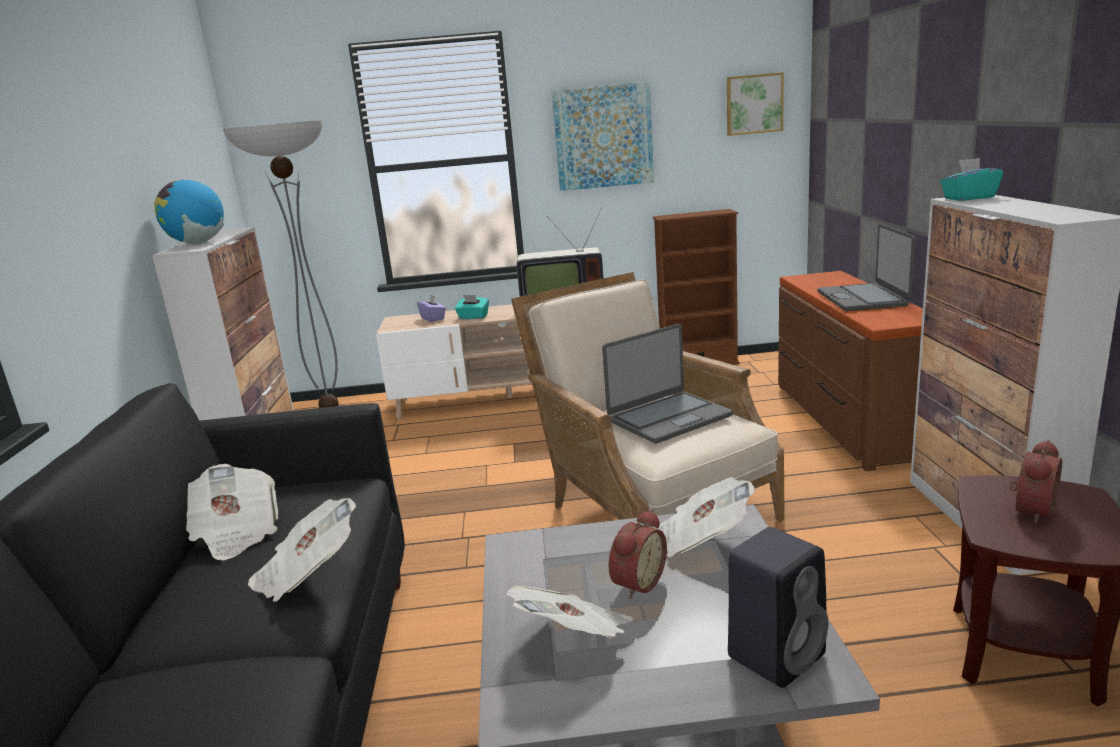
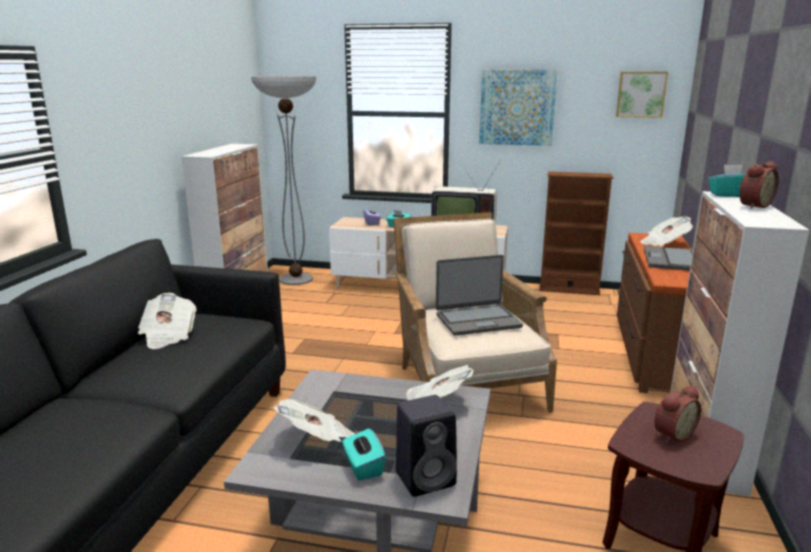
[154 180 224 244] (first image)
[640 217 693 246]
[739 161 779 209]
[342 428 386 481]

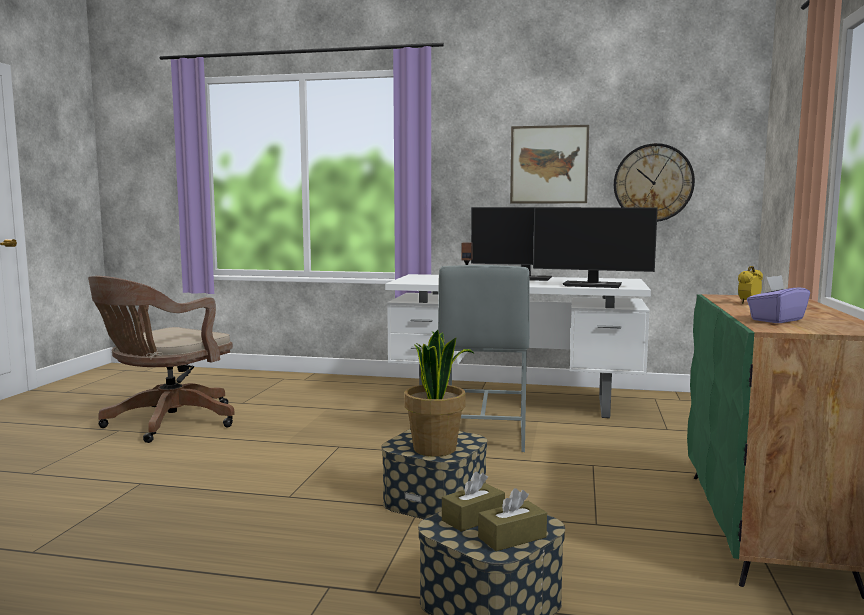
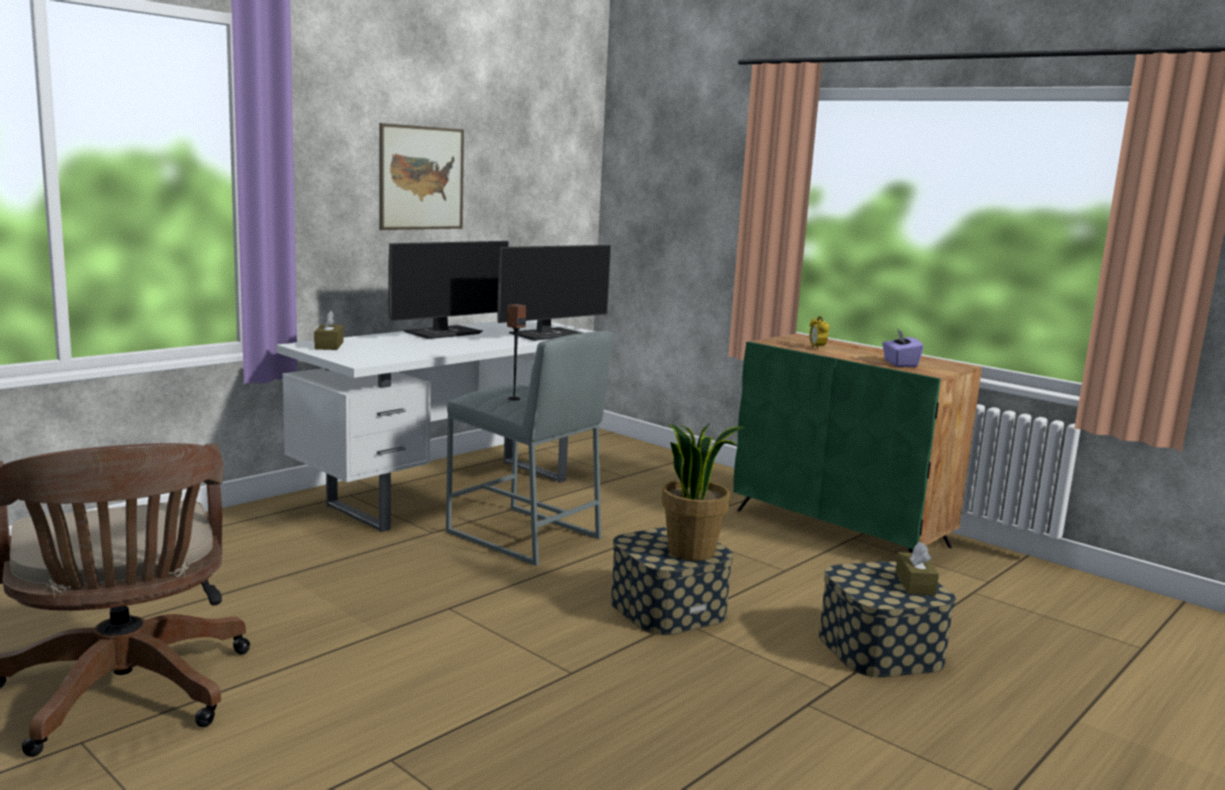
[314 311 344 350]
[614 143 695 222] (first image)

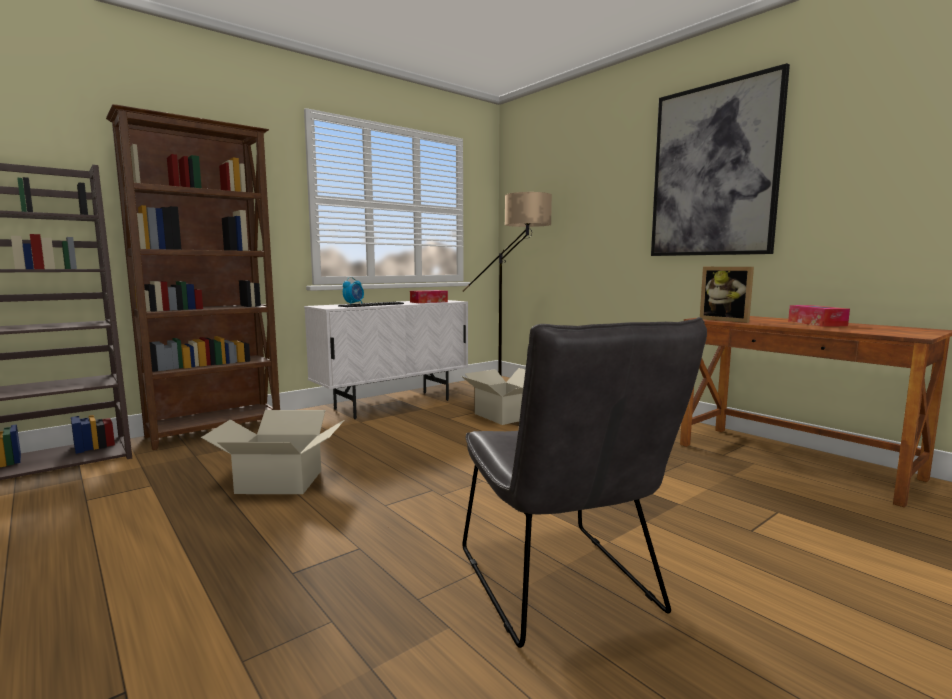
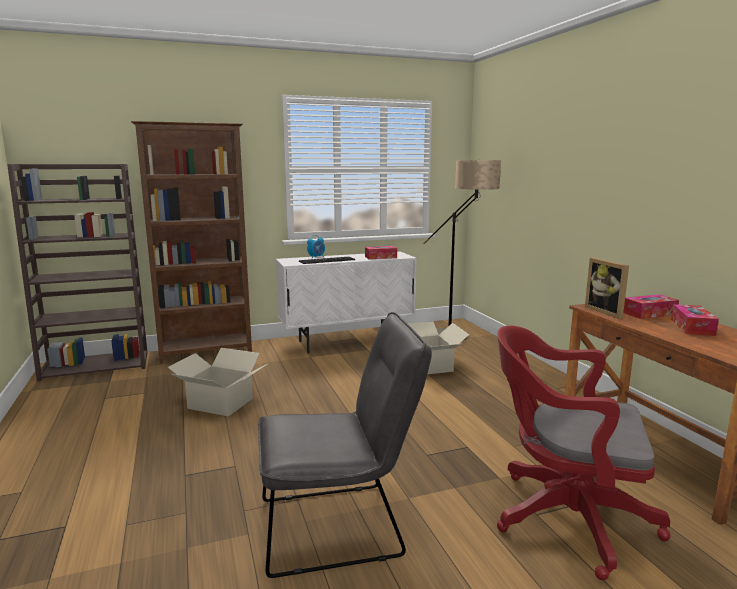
[258 312 432 578]
[651 63 790 256] (first image)
[497 325 670 580]
[623 294 679 319]

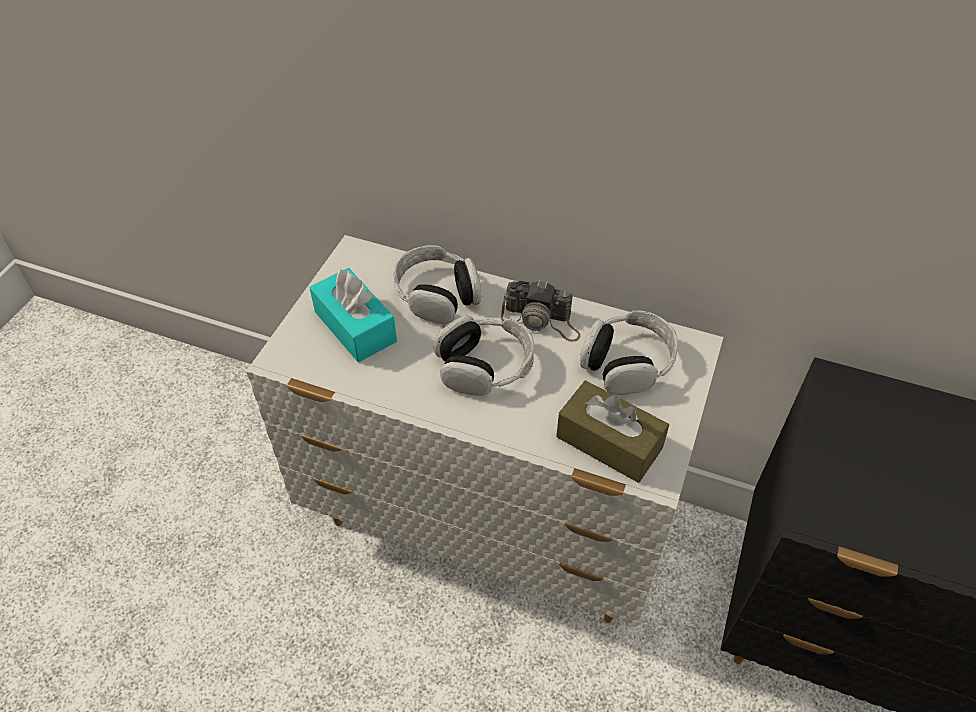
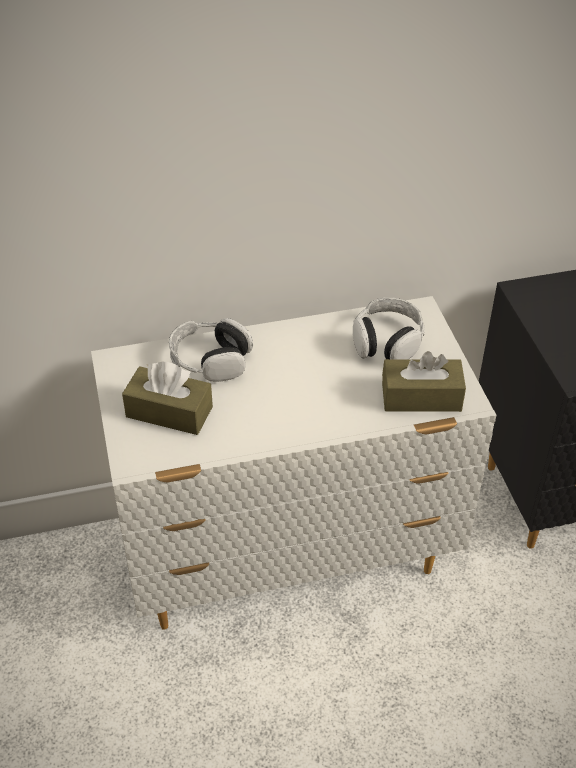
[122 362 213 435]
[434 316 534 396] (first image)
[501 280 581 342] (first image)

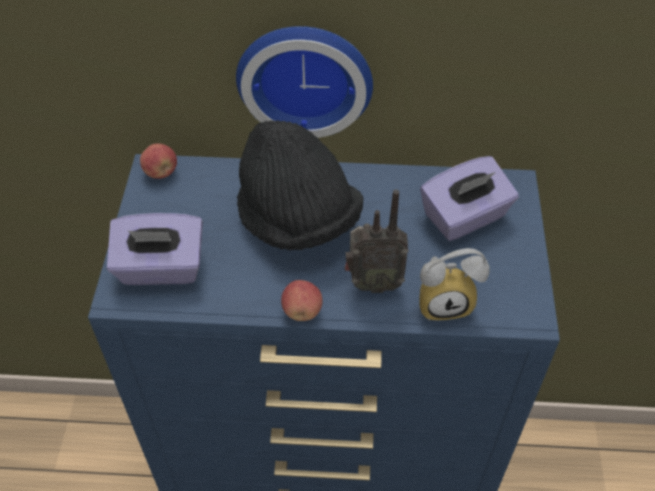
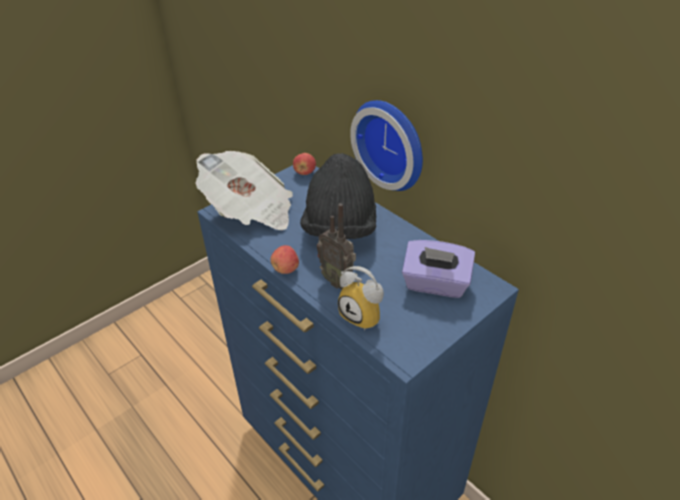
[195 151 293 230]

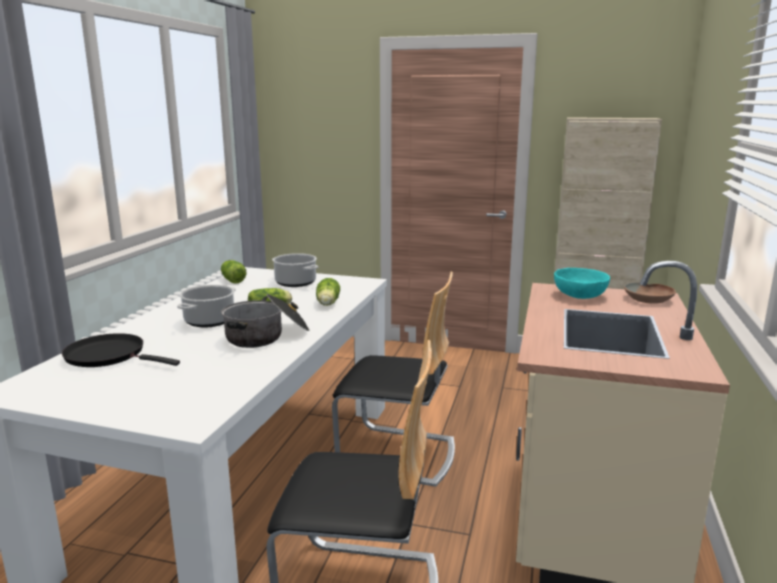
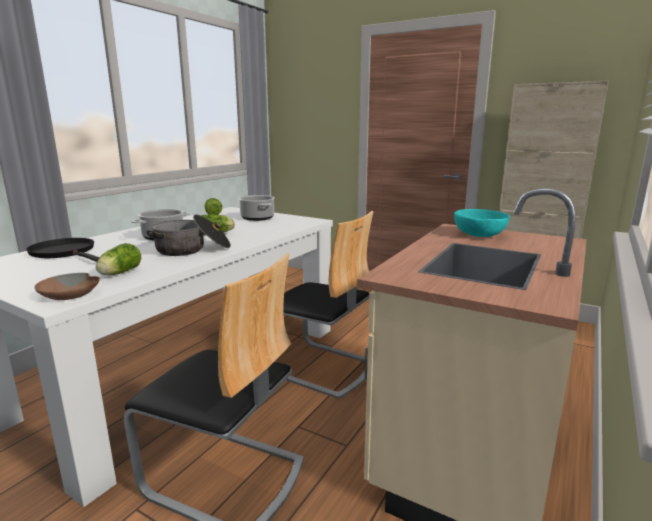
[96 243 141 275]
[34 273 100 300]

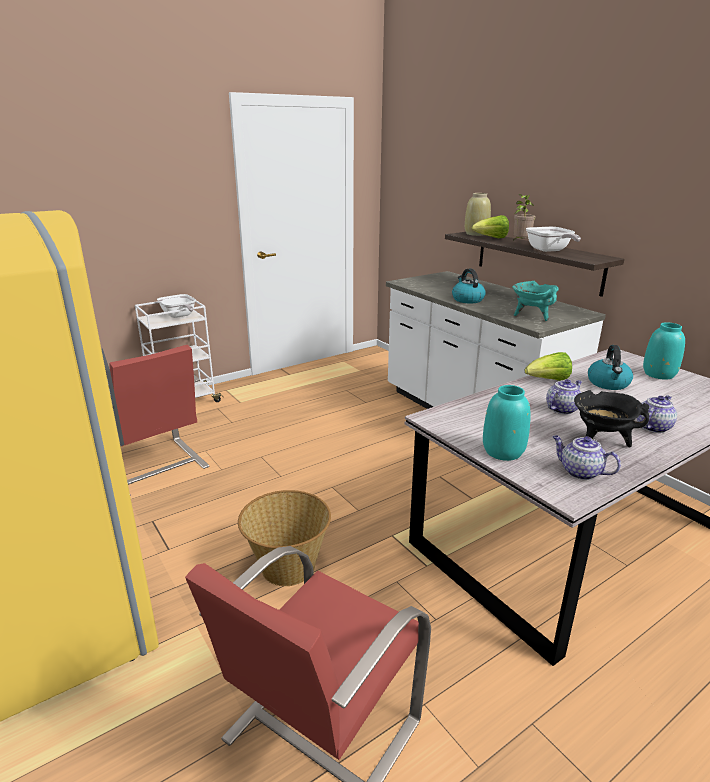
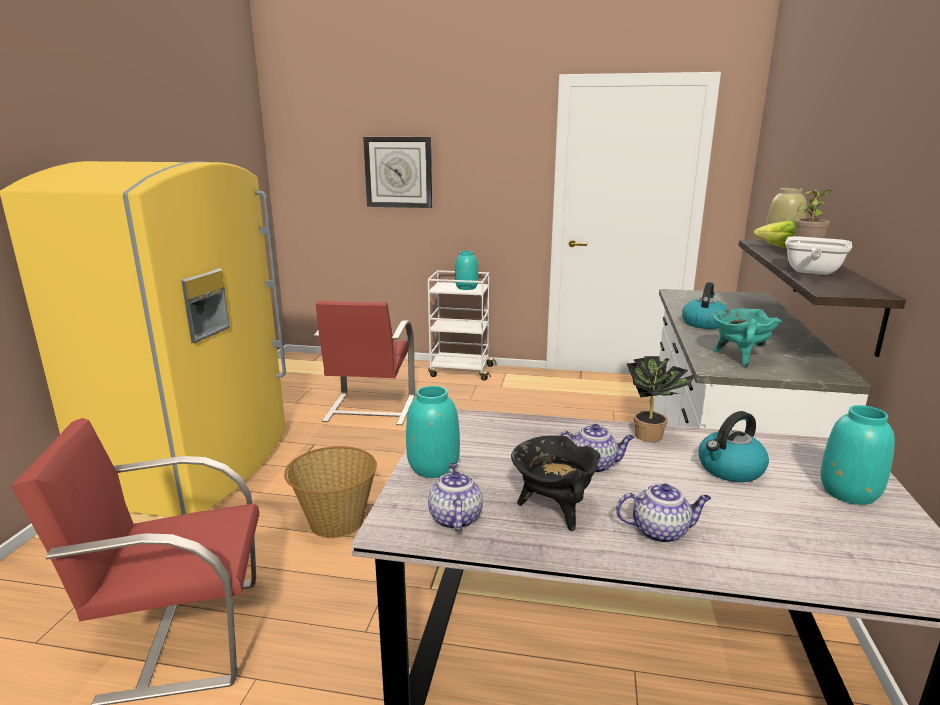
[455 251 478 290]
[627 356 695 442]
[363 137 432 208]

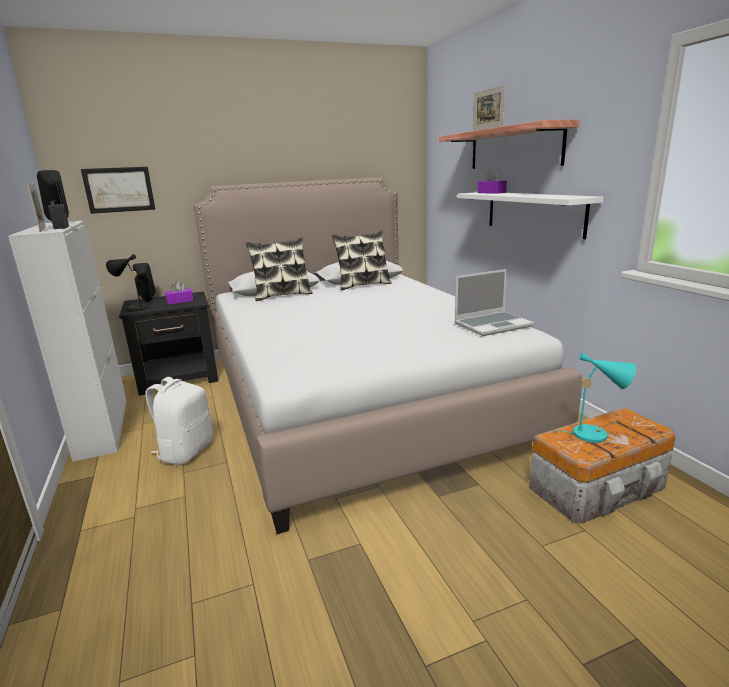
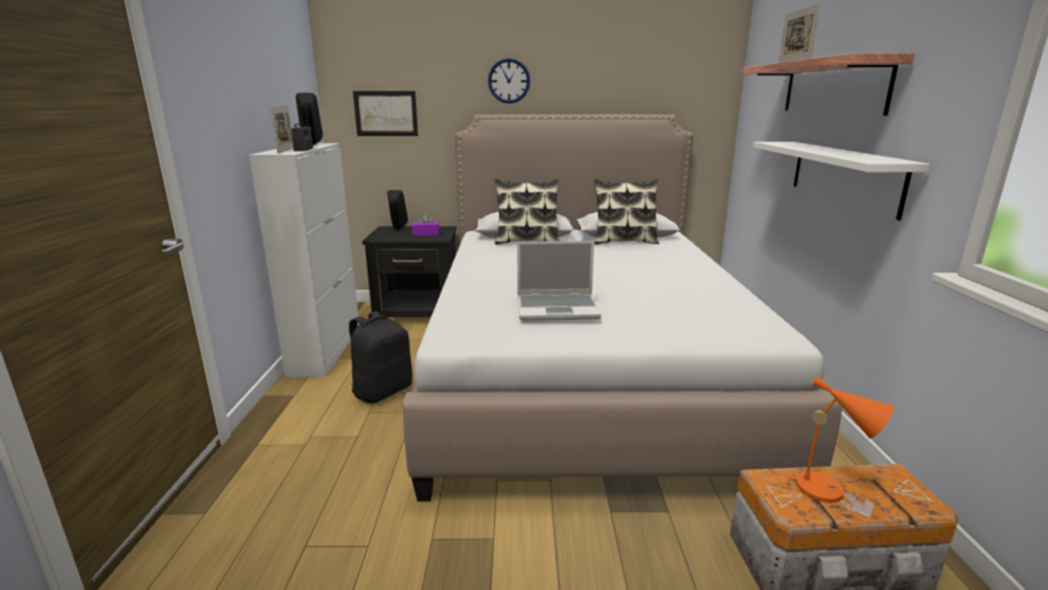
[106 254 152 312] (first image)
[349 311 412 404]
[517 241 601 321]
[478 169 507 194] (first image)
[768 376 894 503]
[488 58 530 104]

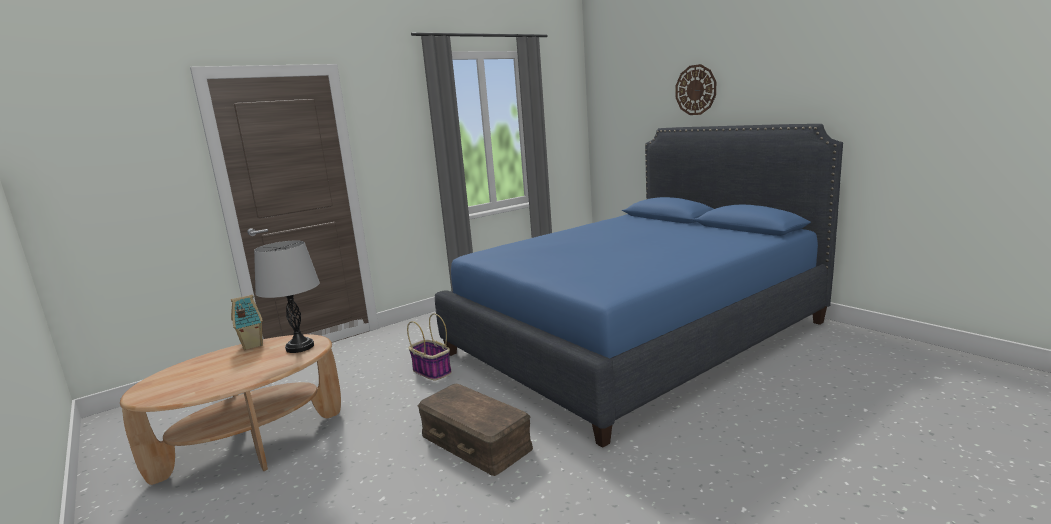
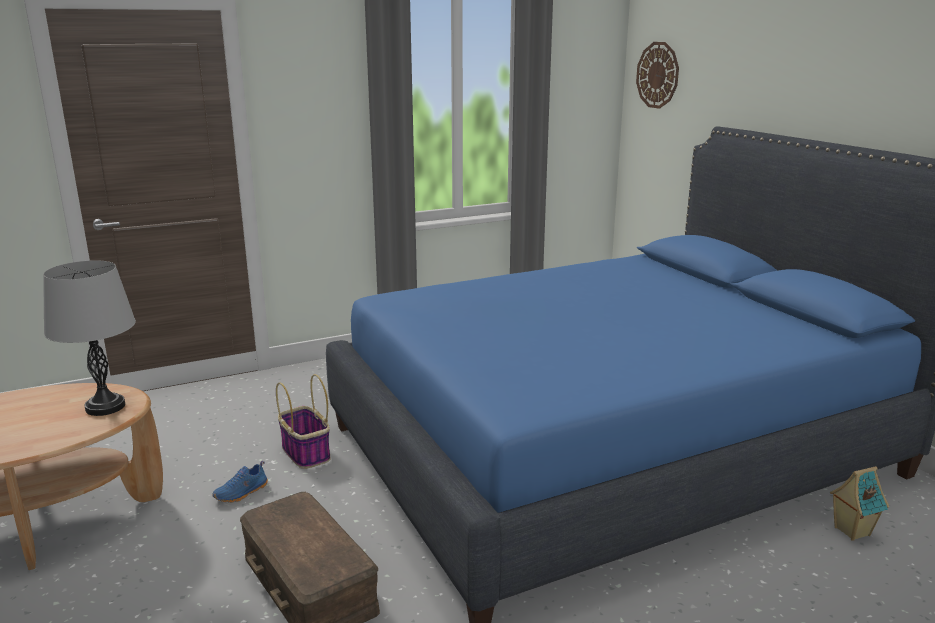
[830 466 889 541]
[636 42 679 109]
[212 461 268 503]

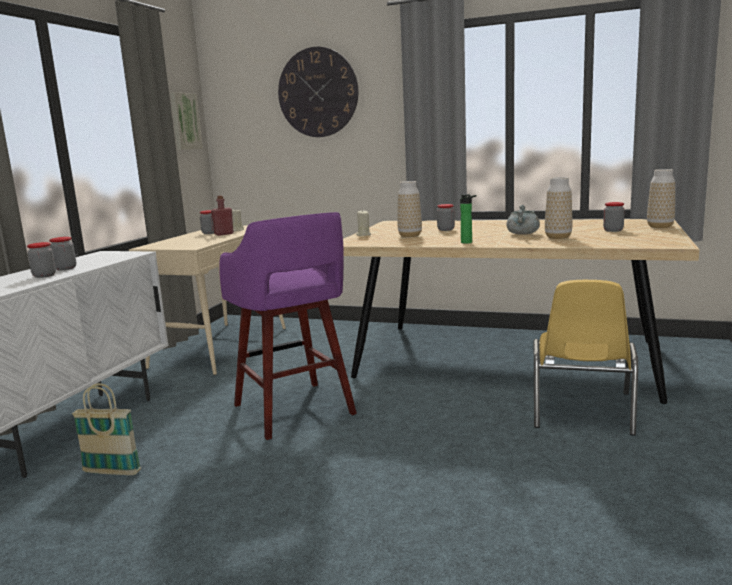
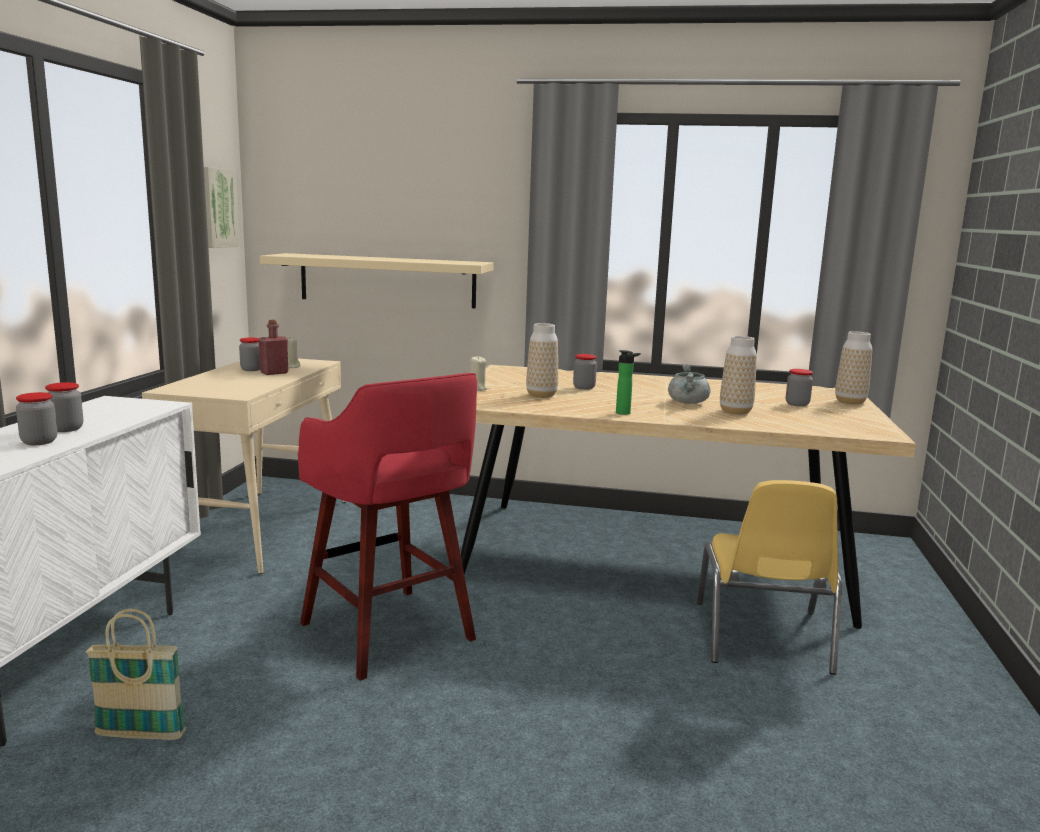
[298 373 477 681]
[278 47 358 137] (first image)
[260 253 494 308]

